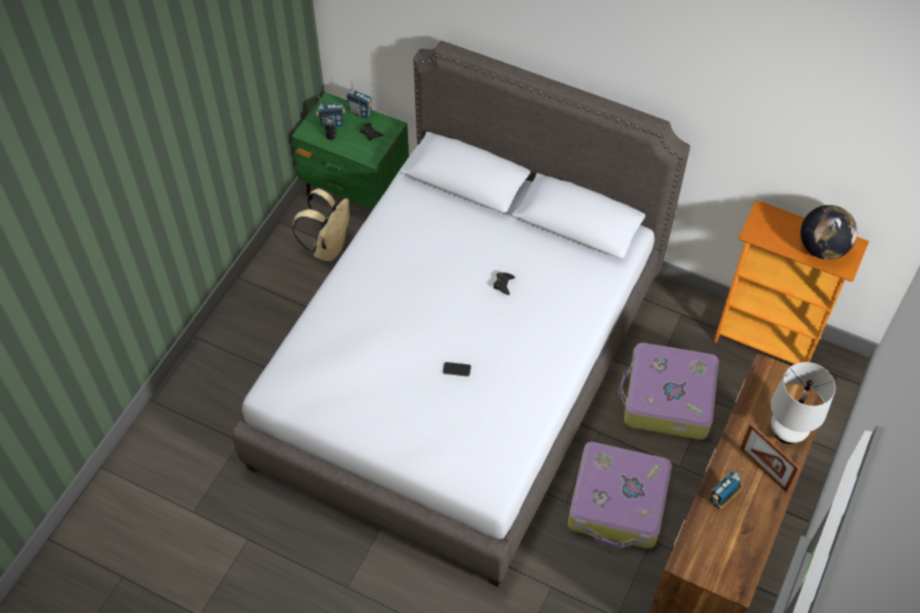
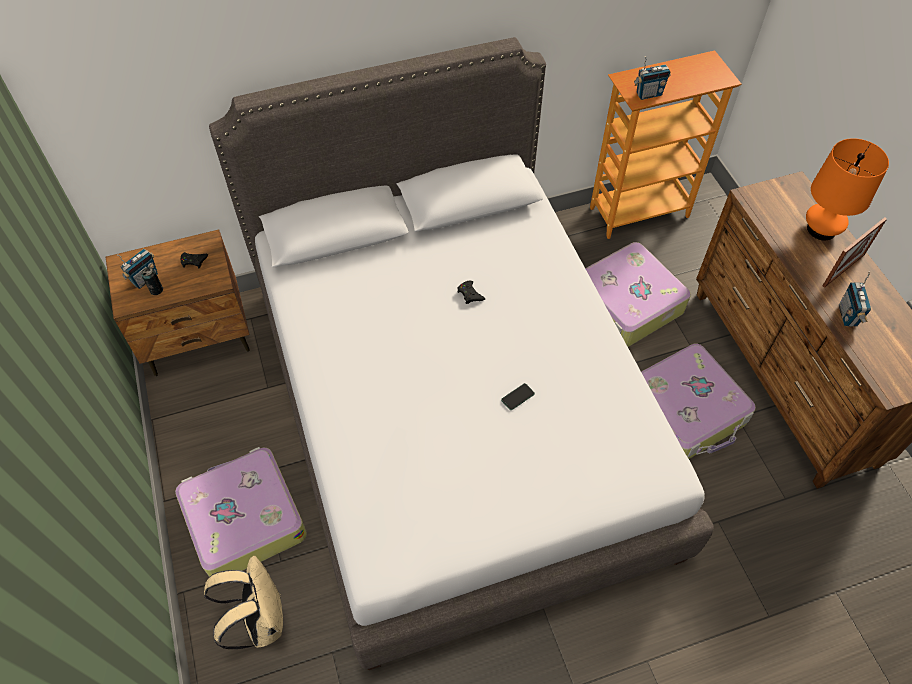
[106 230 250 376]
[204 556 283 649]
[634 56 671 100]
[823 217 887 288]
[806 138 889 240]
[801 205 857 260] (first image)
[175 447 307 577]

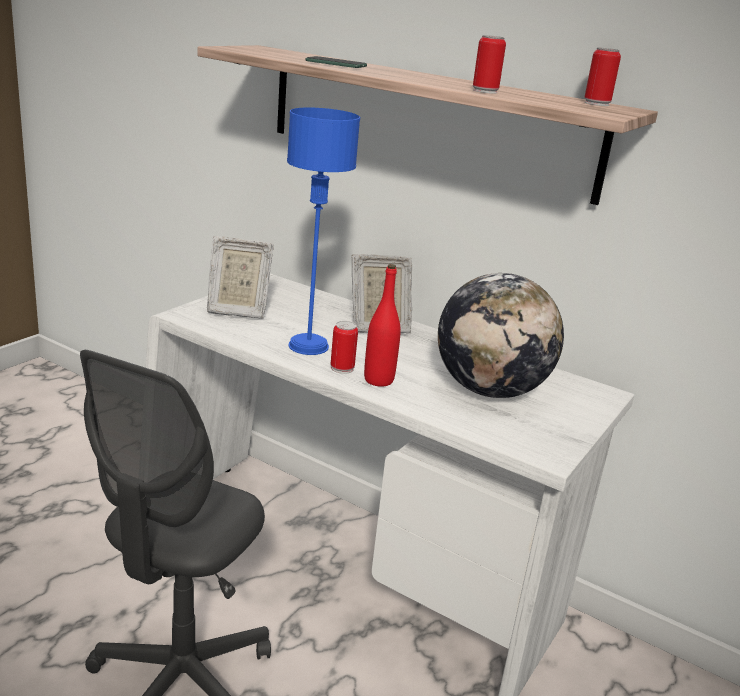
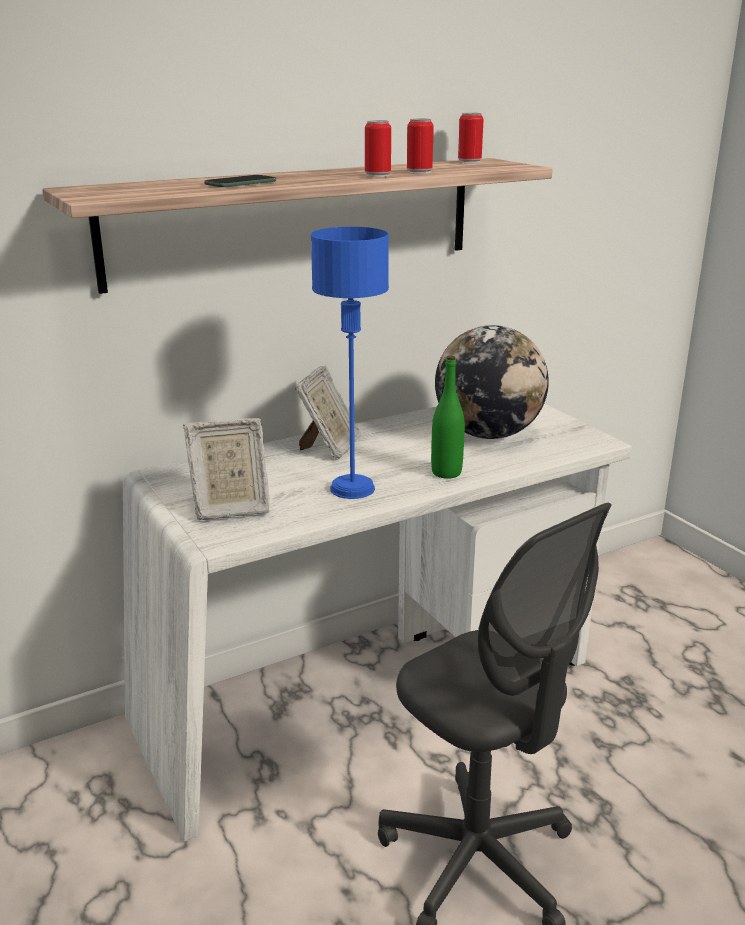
[183 418 270 520]
[365 120 391 177]
[431 356 465 479]

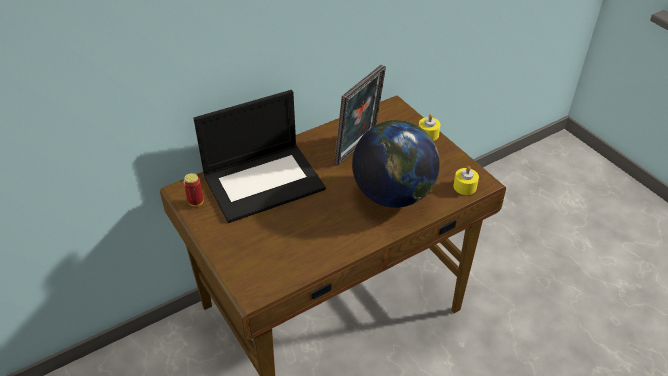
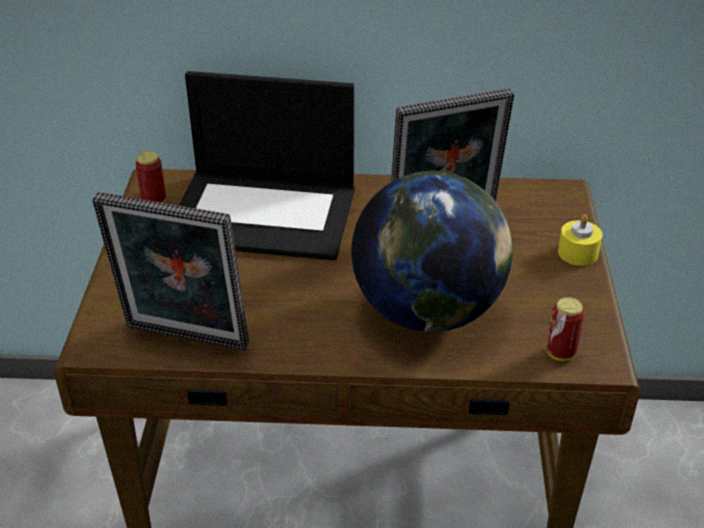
[547 297 585 361]
[92 192 249 350]

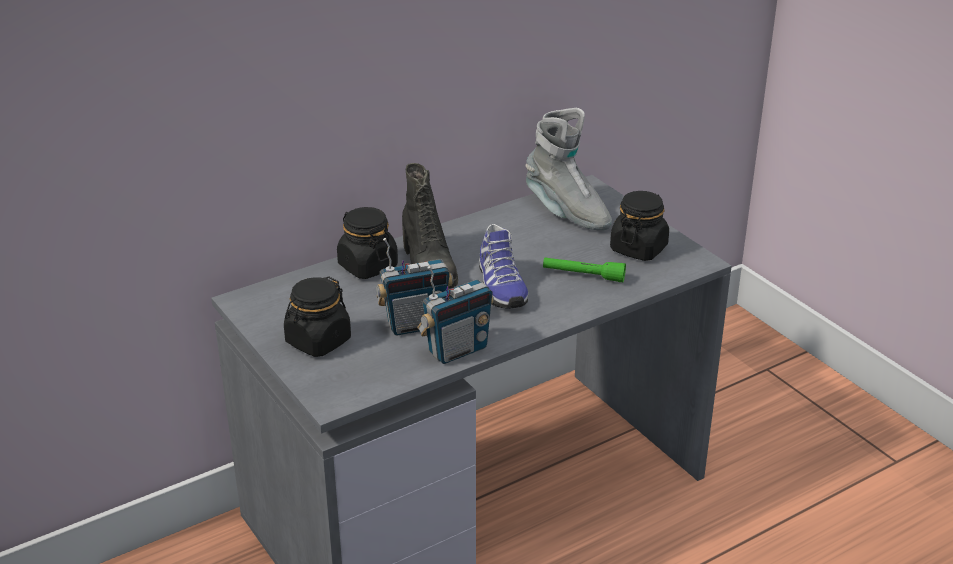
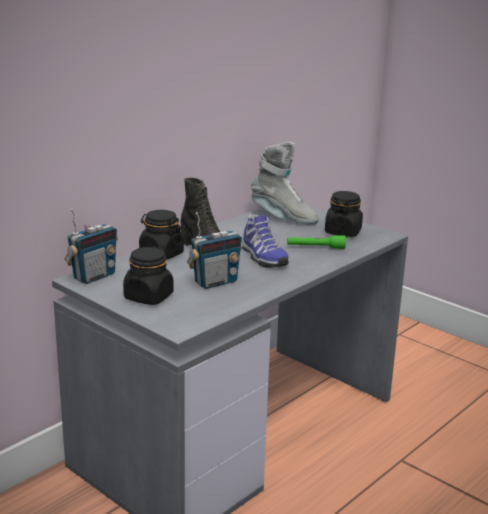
[64 209 118 284]

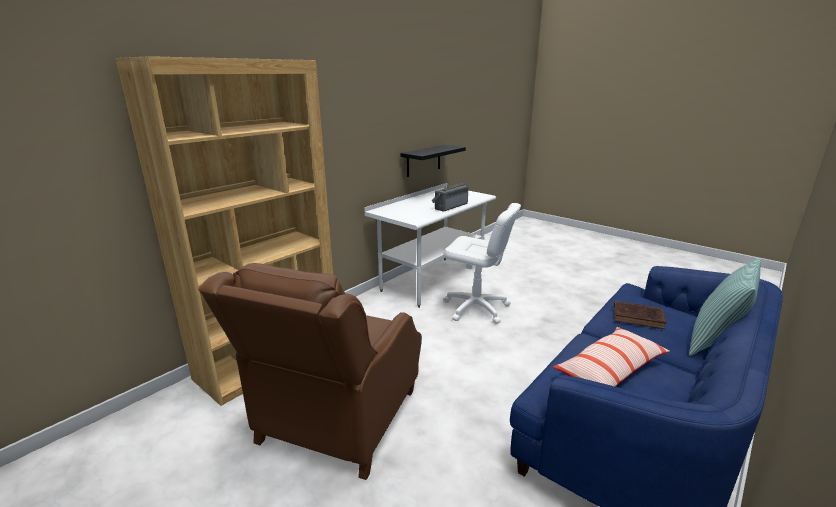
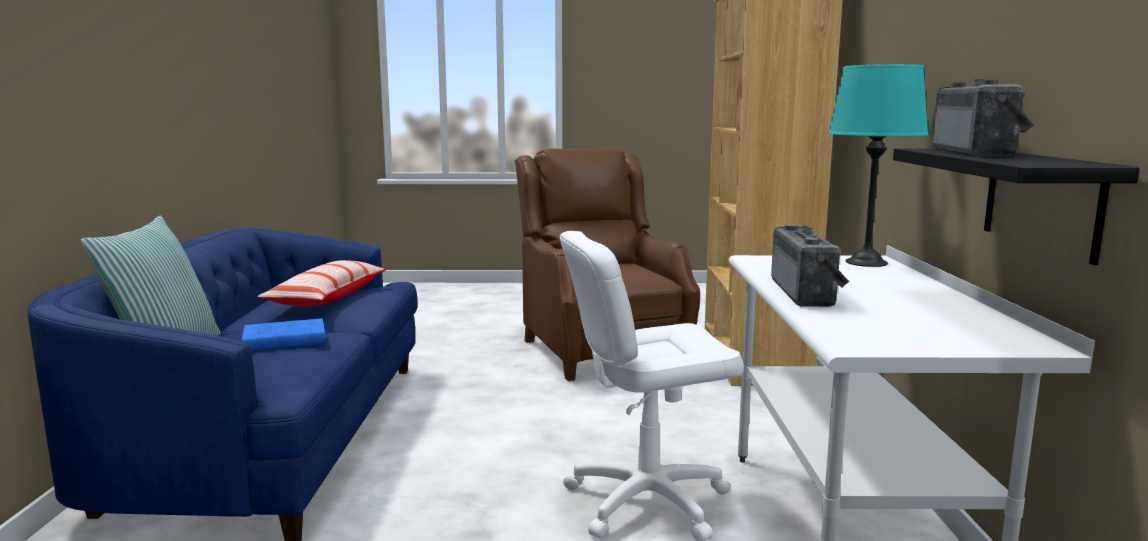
[242 318 326 351]
[828 64 928 267]
[932 79 1034 156]

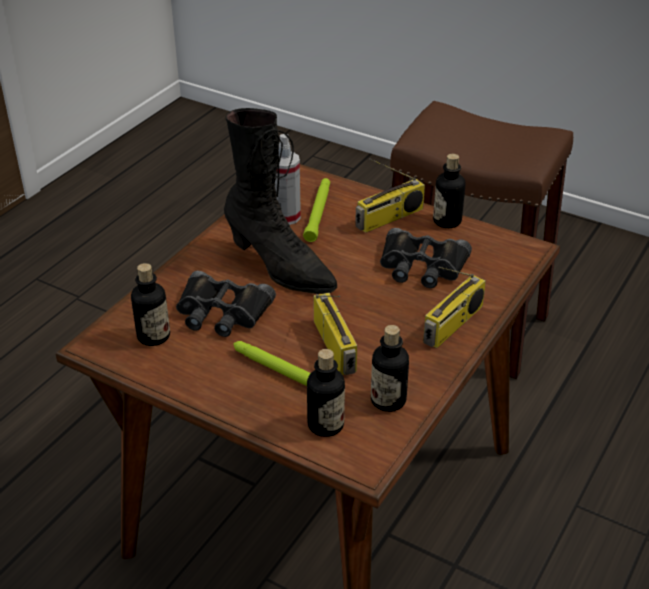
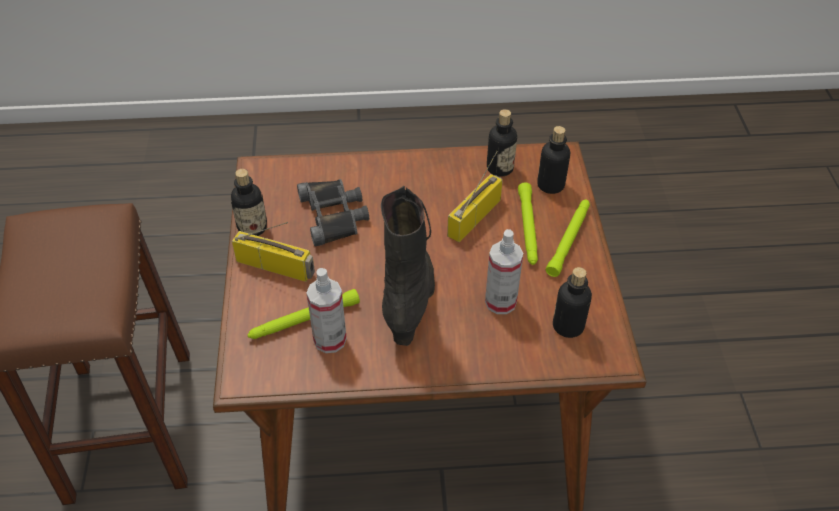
[485 229 523 314]
[423 267 486 348] (first image)
[546 200 590 277]

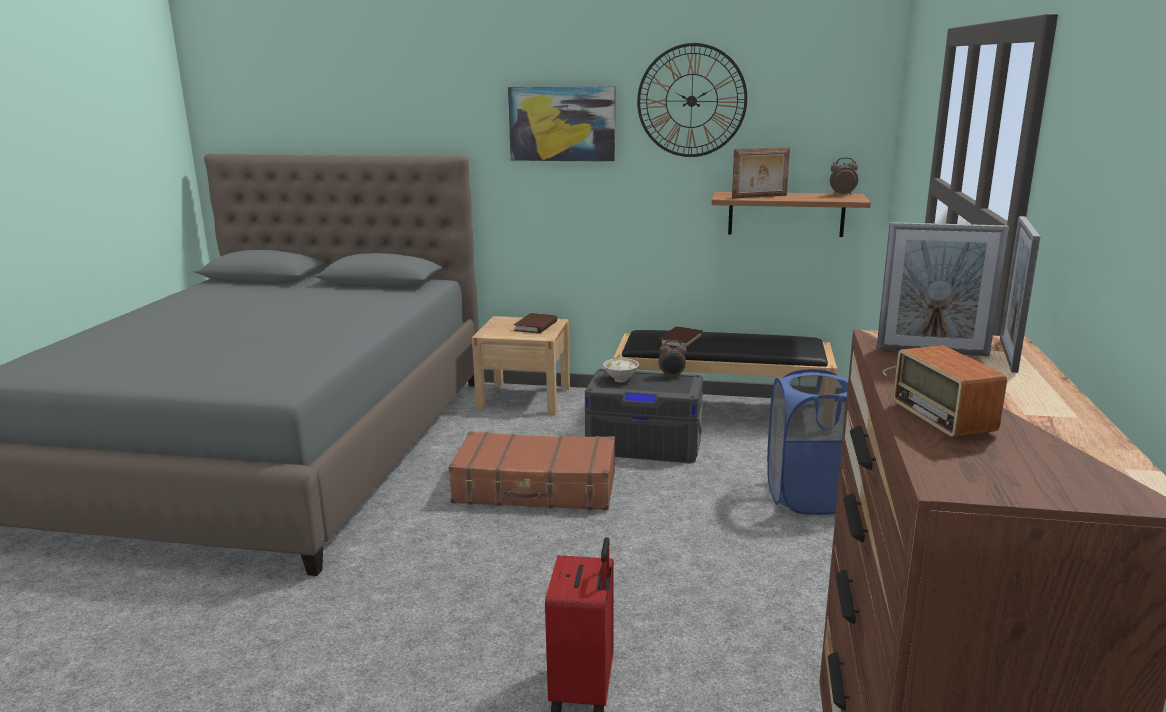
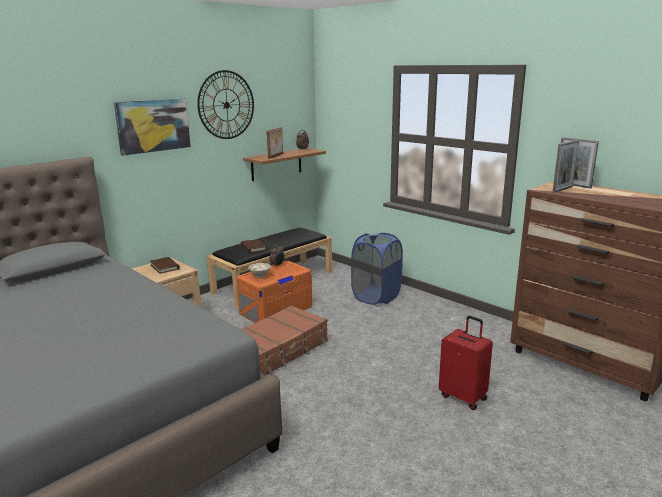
[237 261 312 323]
[883 345 1007 437] (first image)

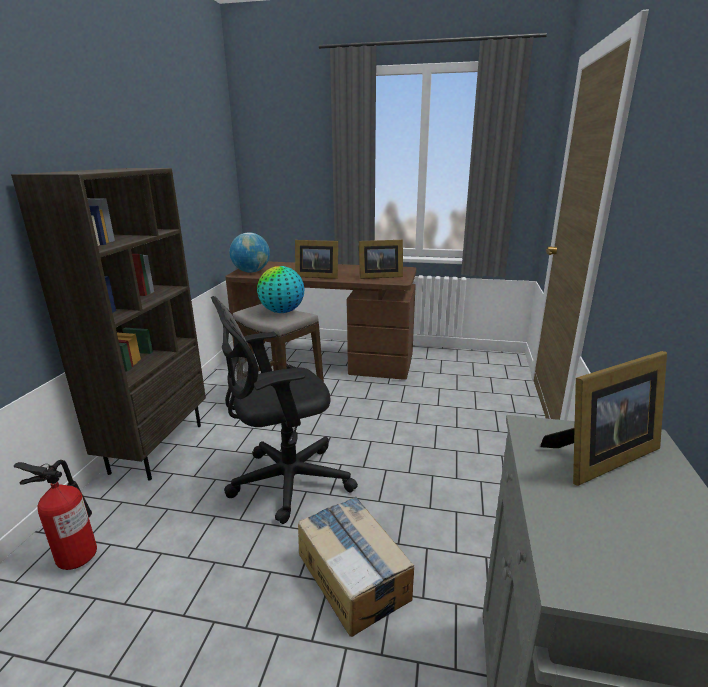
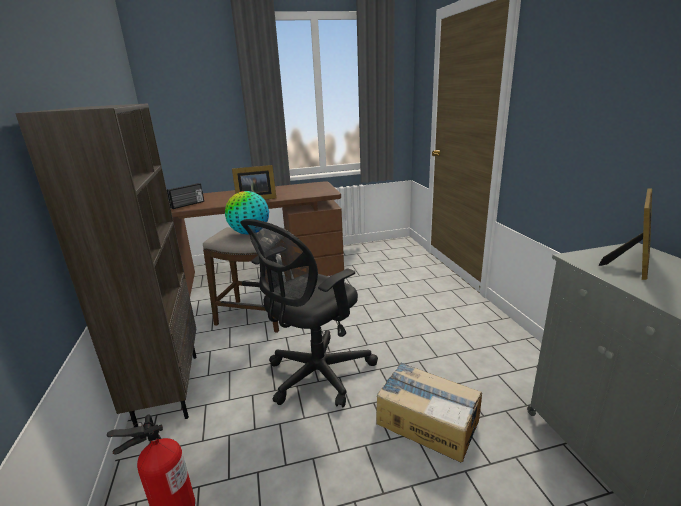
[167 183 204 209]
[359 240 403 279] (first image)

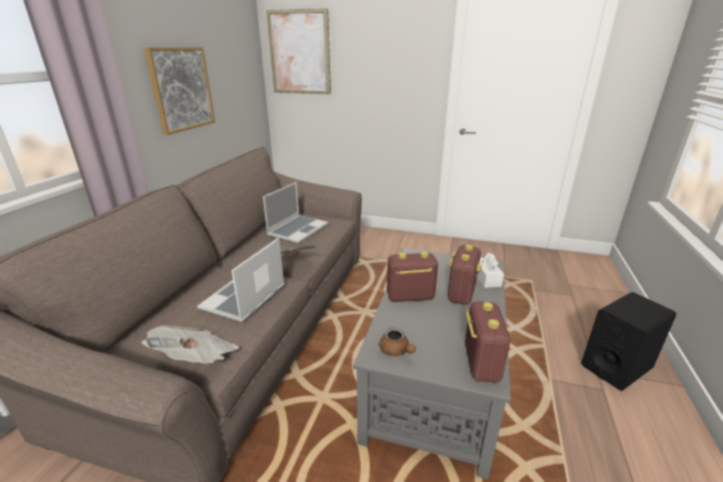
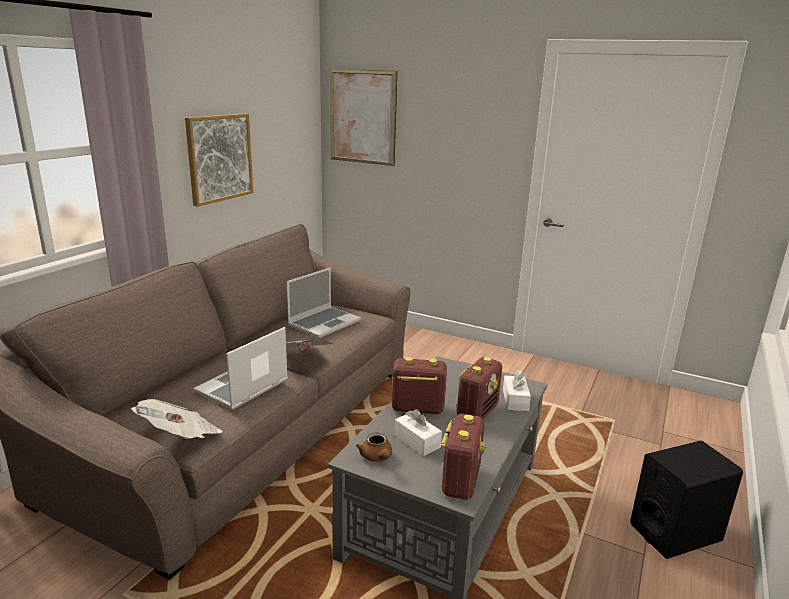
[395 409 442 456]

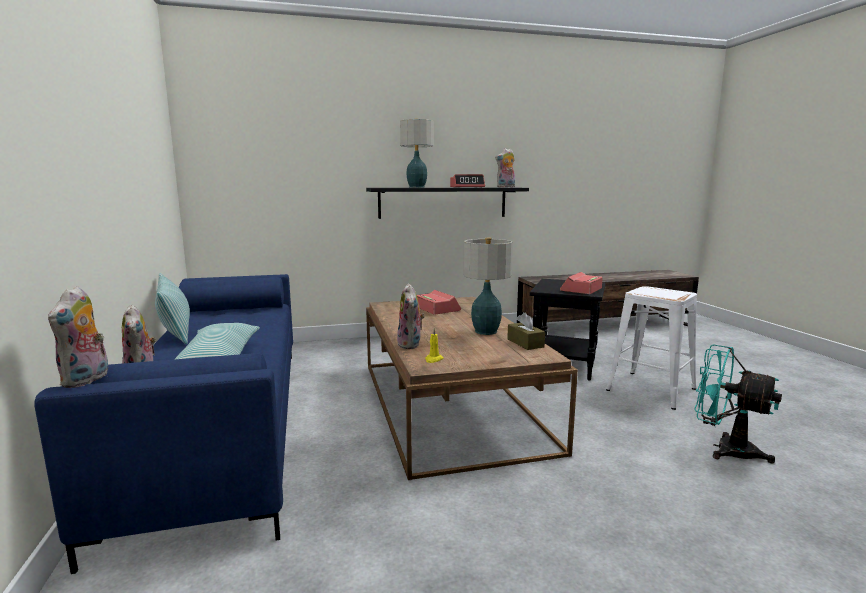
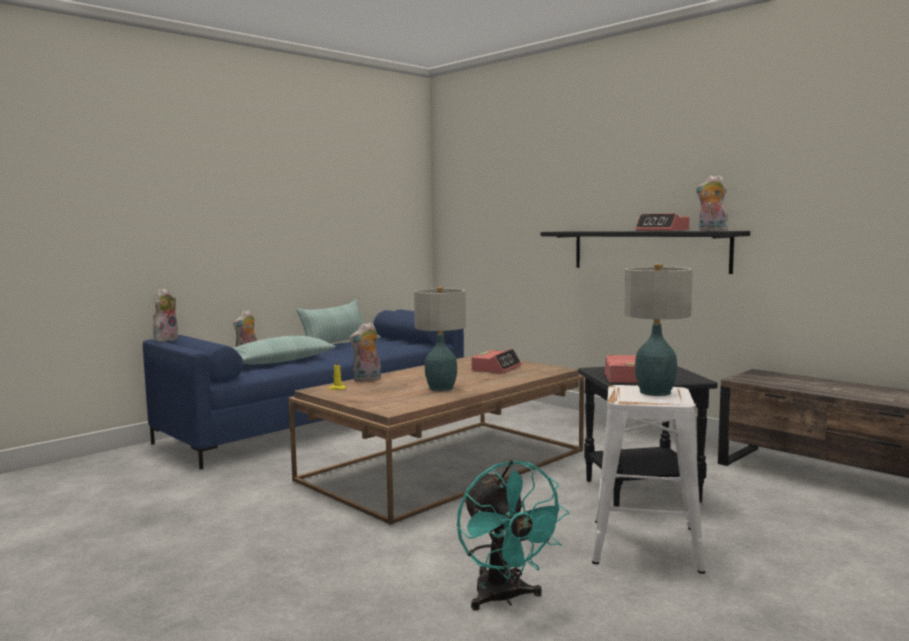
[153 288 178 342]
[624 264 693 396]
[507 313 545 350] (first image)
[457 460 569 610]

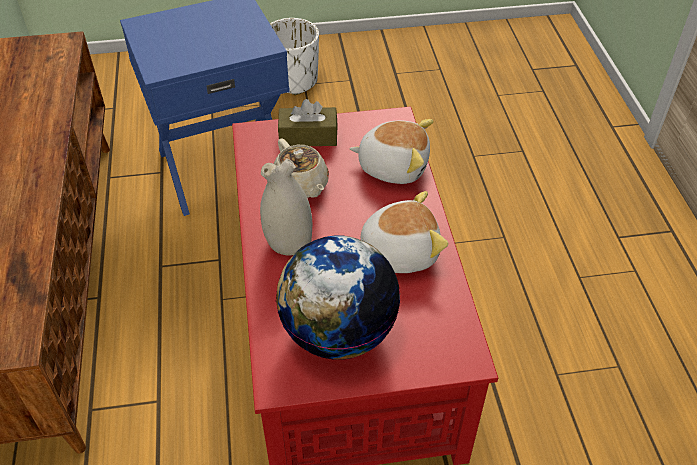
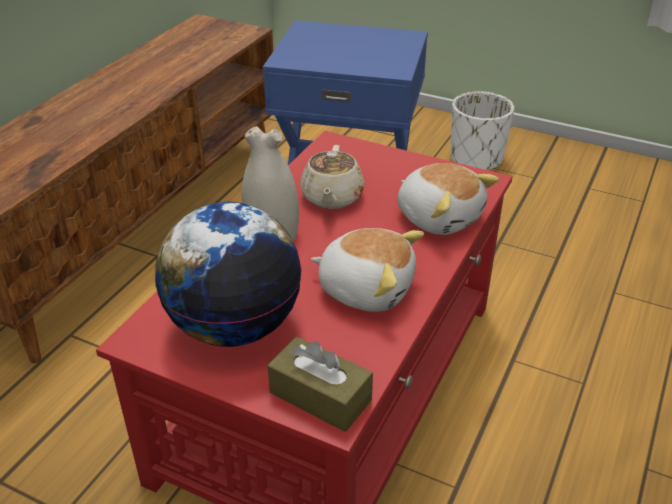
[268 336 373 432]

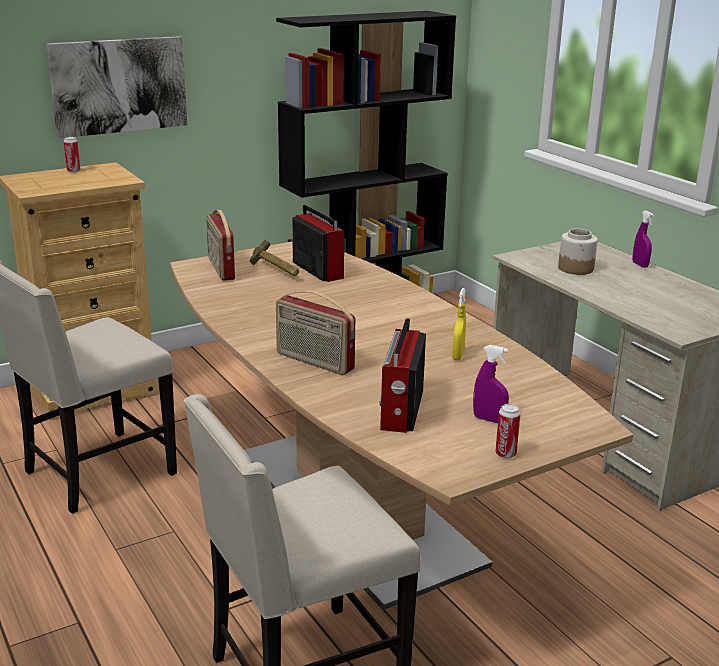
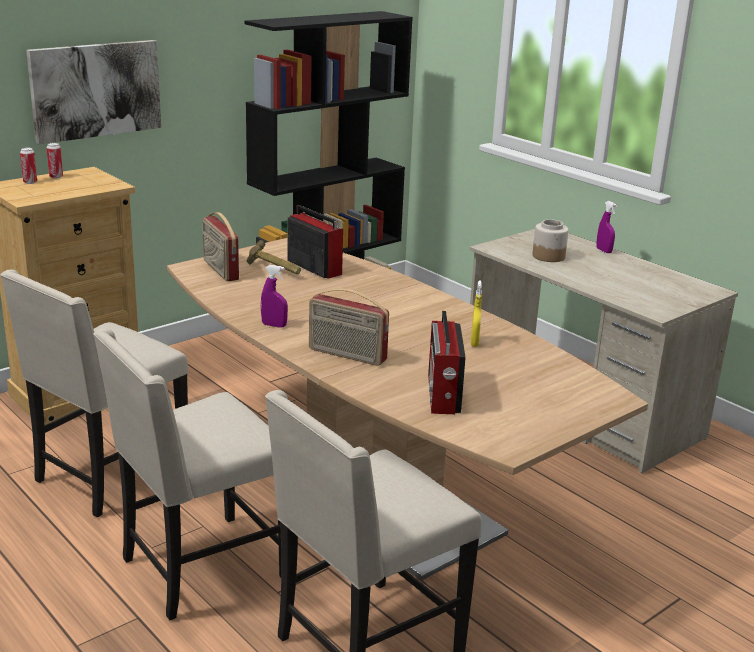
[261 265 288 328]
[20 148 37 184]
[93 329 281 620]

